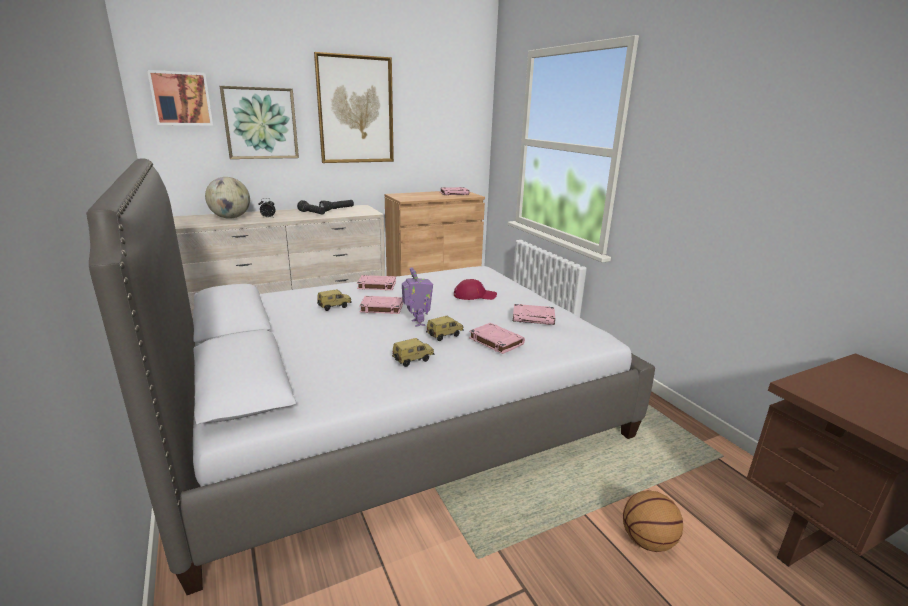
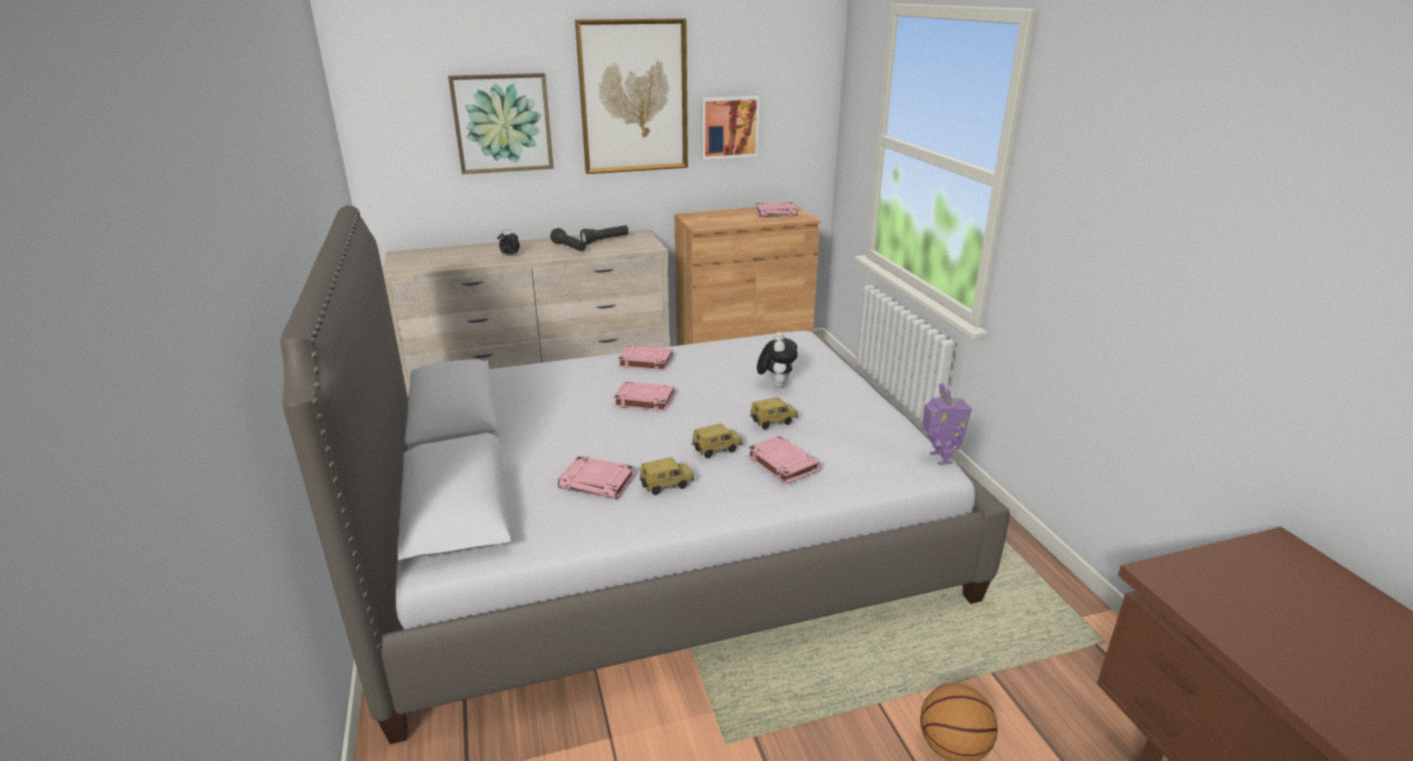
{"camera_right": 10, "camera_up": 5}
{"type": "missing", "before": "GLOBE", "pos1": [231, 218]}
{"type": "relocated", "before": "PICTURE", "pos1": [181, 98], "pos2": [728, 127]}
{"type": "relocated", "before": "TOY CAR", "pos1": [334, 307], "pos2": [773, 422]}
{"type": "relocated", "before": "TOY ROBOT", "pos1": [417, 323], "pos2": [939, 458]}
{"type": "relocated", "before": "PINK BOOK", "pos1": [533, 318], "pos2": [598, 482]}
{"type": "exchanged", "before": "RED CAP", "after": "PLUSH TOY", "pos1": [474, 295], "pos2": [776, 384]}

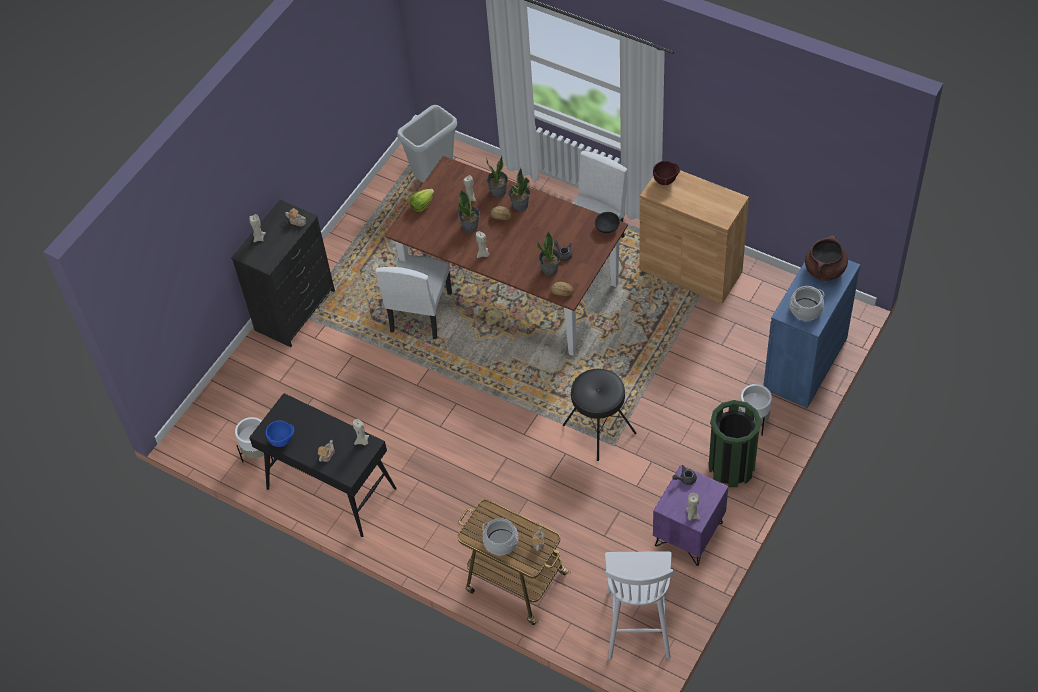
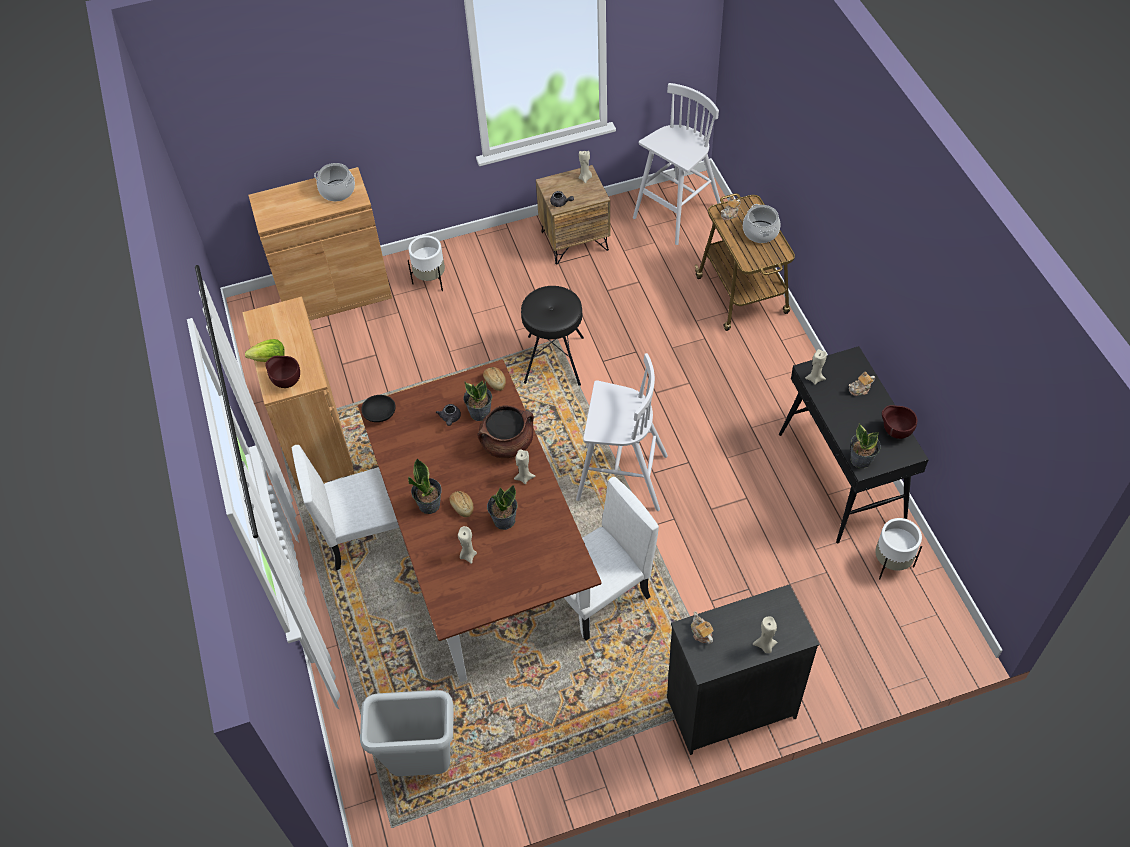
{"camera_right": -140, "camera_up": 0}
{"type": "missing", "before": "GREEN TRASH CAN", "pos1": [731, 467]}
{"type": "appeared", "after": "WHITE STOOL", "pos2": [620, 477]}
{"type": "relocated", "before": "LETTUCE", "pos1": [422, 205], "pos2": [269, 359]}
{"type": "relocated", "before": "POTTED PLANT", "pos1": [498, 192], "pos2": [861, 459]}
{"type": "relocated", "before": "BROWN COOKING POT", "pos1": [825, 270], "pos2": [507, 443]}
{"type": "colour", "before": "BLUE BOWL", "after": "BROWN BOWL", "pos1": [283, 441], "pos2": [895, 431]}
{"type": "colour", "before": "PURPLE NIGHTSTAND", "after": "BROWN NIGHTSTAND", "pos1": [689, 534], "pos2": [574, 240]}
{"type": "colour", "before": "BLUE CABINET", "after": "BROWN CABINET", "pos1": [805, 363], "pos2": [335, 293]}

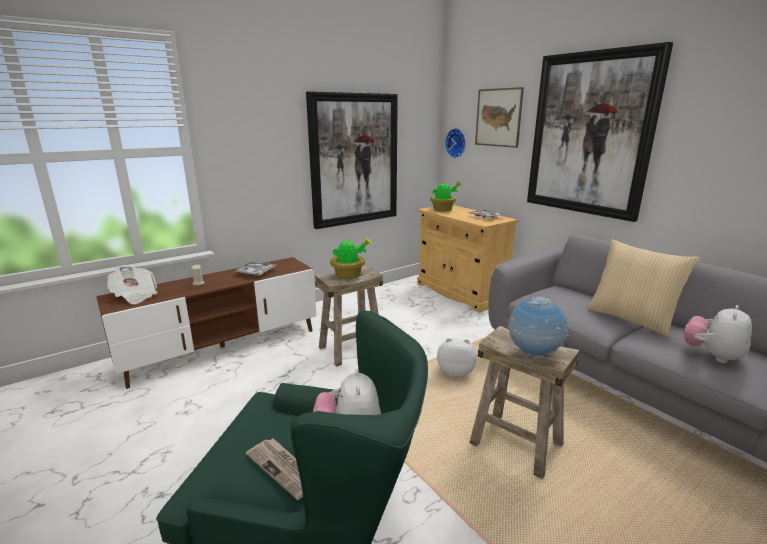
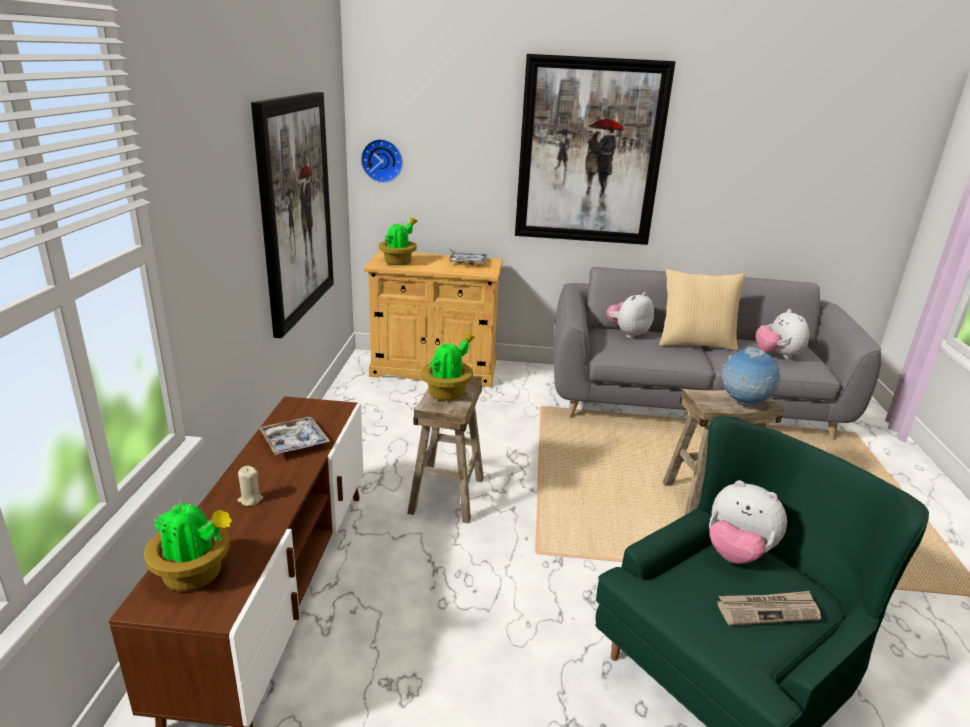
{"camera_right": -50, "camera_up": 5}
{"type": "missing", "before": "PICTURE", "pos1": [498, 117]}
{"type": "relocated", "before": "PLUSH TOY", "pos1": [455, 372], "pos2": [628, 333]}
{"type": "exchanged", "before": "NEWSPAPER", "after": "POTTED PLANT", "pos1": [135, 296], "pos2": [195, 574]}

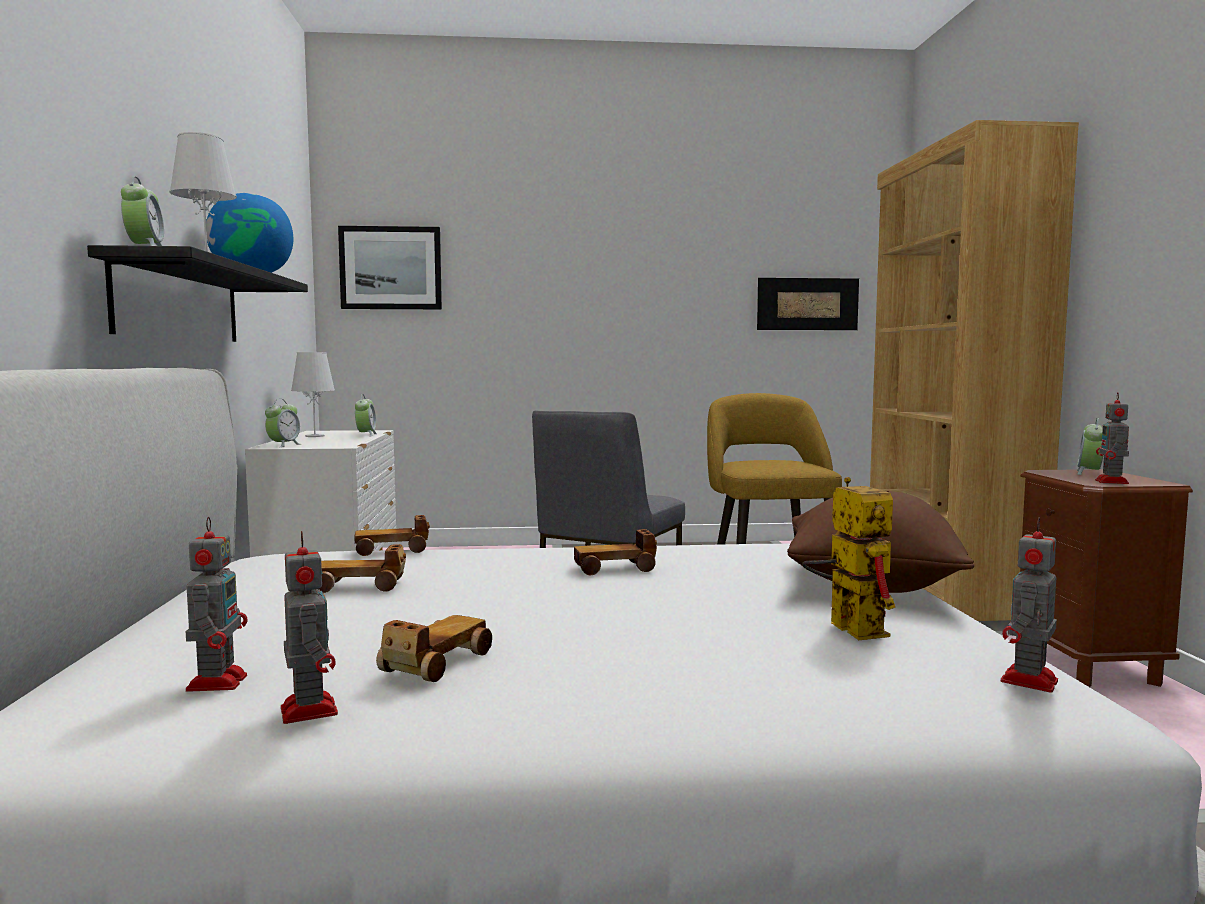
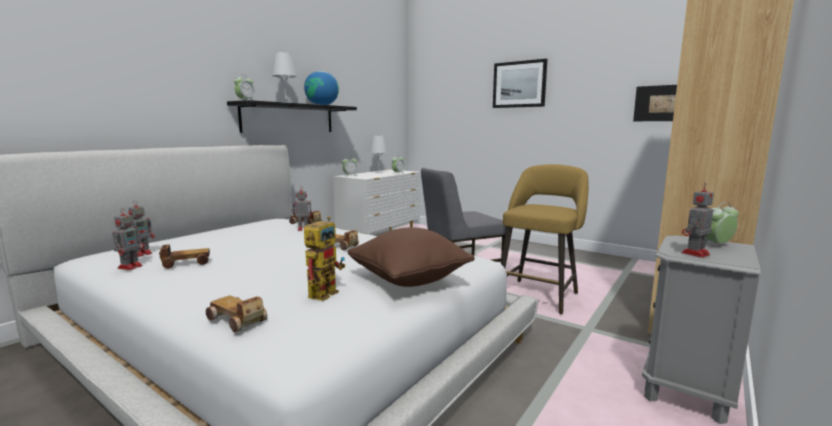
{"camera_right": 40, "camera_up": 5}
{"type": "relocated", "before": "TOY CAR", "pos1": [361, 586], "pos2": [237, 321]}
{"type": "relocated", "before": "PICTURE", "pos1": [391, 268], "pos2": [519, 84]}
{"type": "relocated", "before": "TOY ROBOT", "pos1": [1028, 682], "pos2": [302, 229]}
{"type": "colour", "before": "BROWN NIGHTSTAND", "after": "GREY NIGHTSTAND", "pos1": [1087, 665], "pos2": [688, 389]}

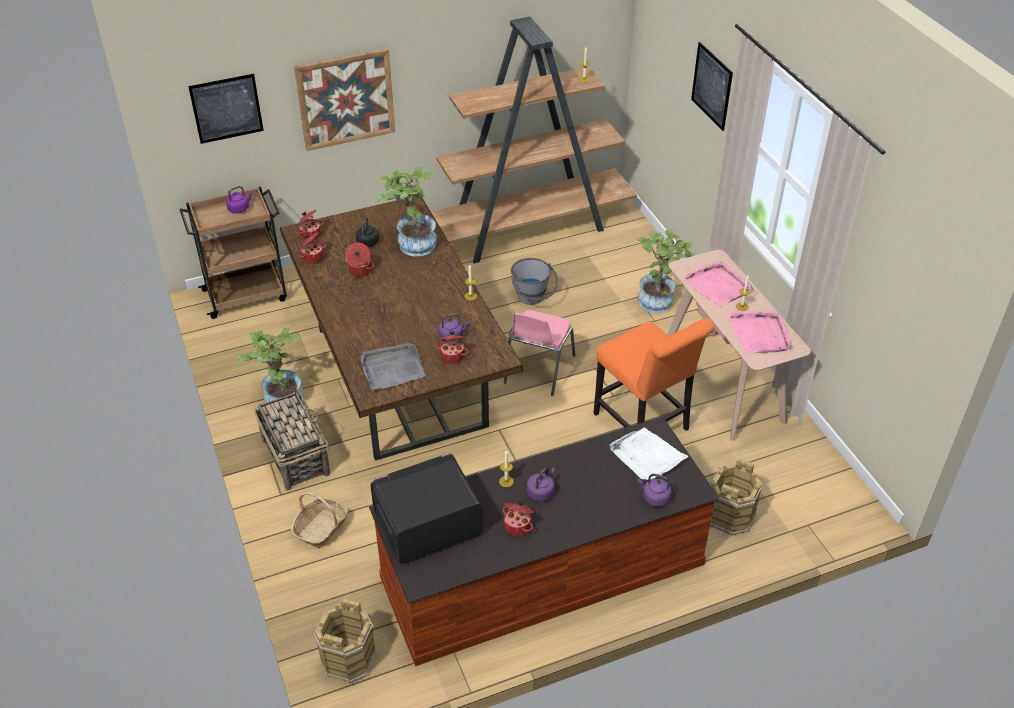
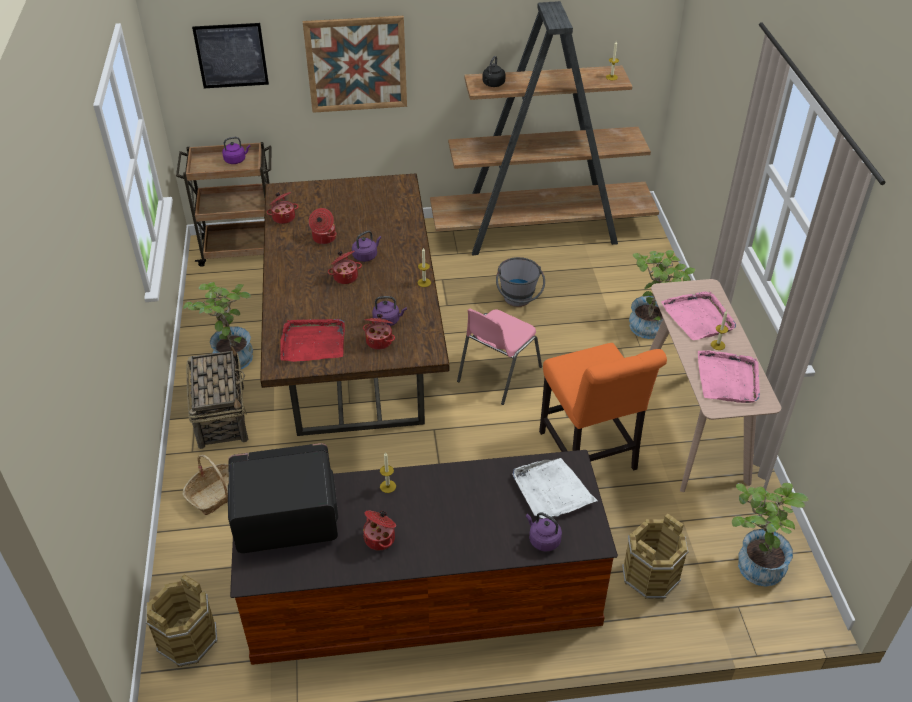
{"camera_right": 15, "camera_up": 0}
{"type": "missing", "before": "PICTURE", "pos1": [712, 86]}
{"type": "relocated", "before": "COOKING POT", "pos1": [310, 234], "pos2": [345, 277]}
{"type": "relocated", "before": "BLACK KETTLE", "pos1": [367, 243], "pos2": [493, 84]}
{"type": "relocated", "before": "POTTED PLANT", "pos1": [411, 243], "pos2": [753, 563]}
{"type": "relocated", "before": "PURPLE KETTLE", "pos1": [541, 492], "pos2": [366, 256]}
{"type": "colour", "before": "GREY TRAY", "after": "RED TRAY", "pos1": [392, 368], "pos2": [312, 342]}

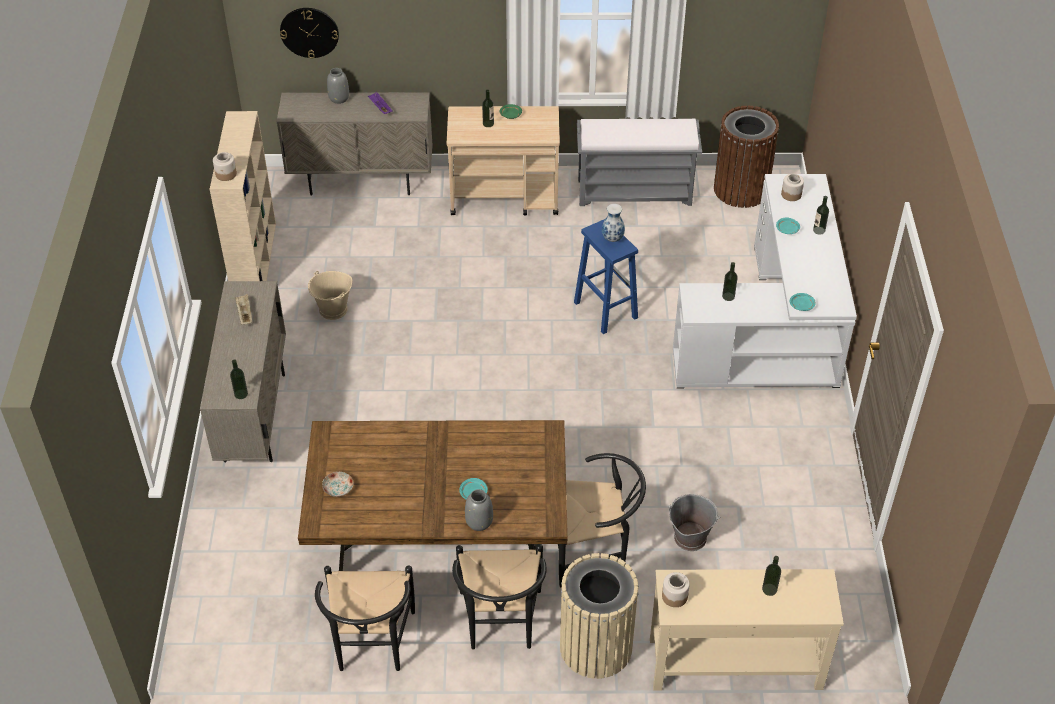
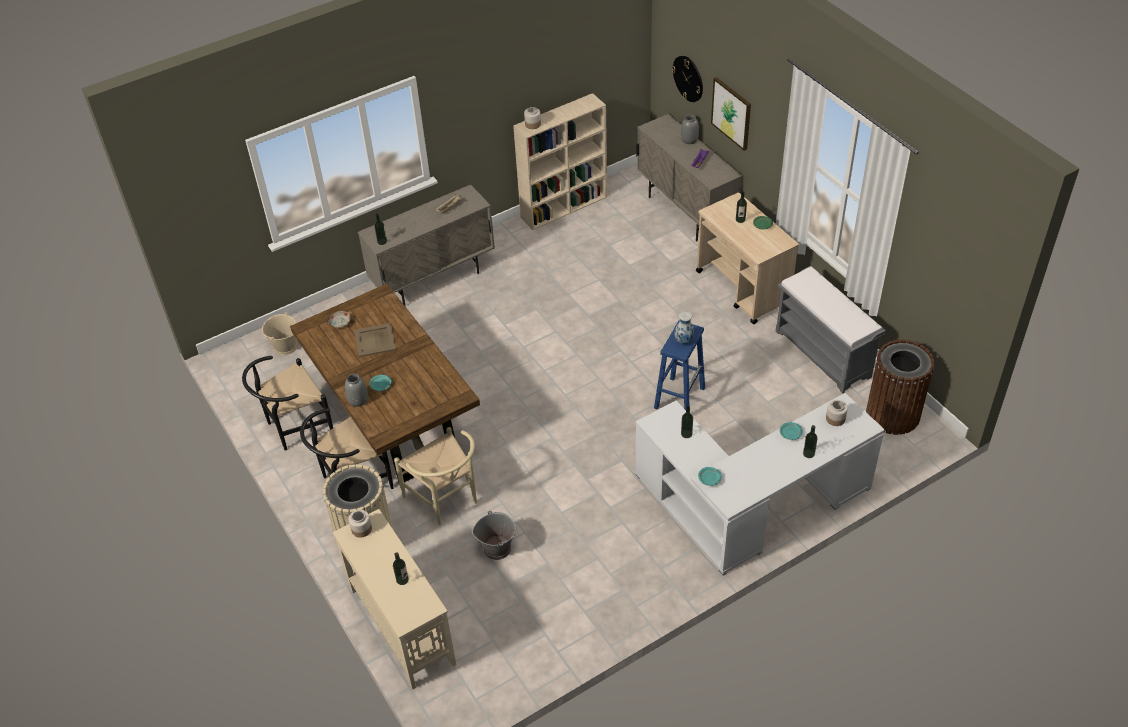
{"camera_right": 60, "camera_up": 0}
{"type": "appeared", "after": "BEIGE TRAY", "pos2": [375, 340]}
{"type": "appeared", "after": "PICTURE", "pos2": [731, 113]}
{"type": "relocated", "before": "BEIGE BUCKET", "pos1": [333, 310], "pos2": [285, 347]}
{"type": "colour", "before": "BLACK CHAIR", "after": "BEIGE CHAIR", "pos1": [594, 551], "pos2": [446, 500]}

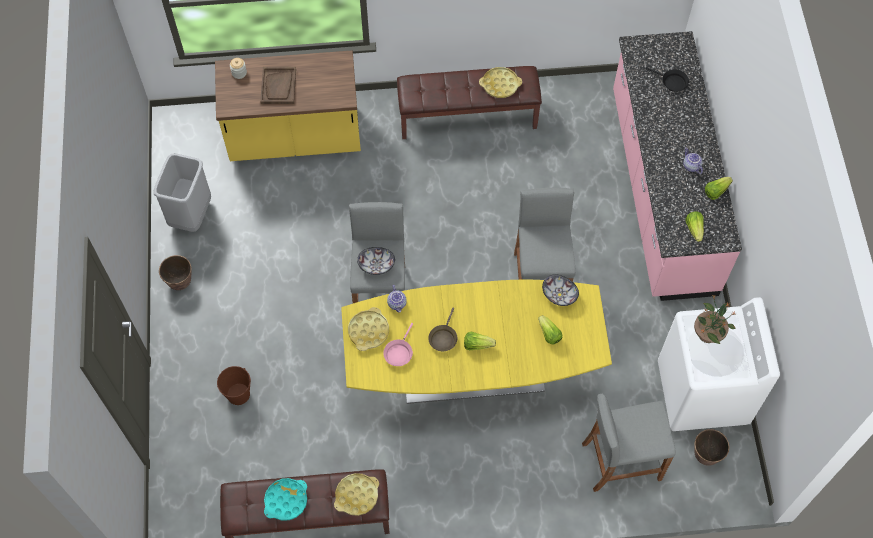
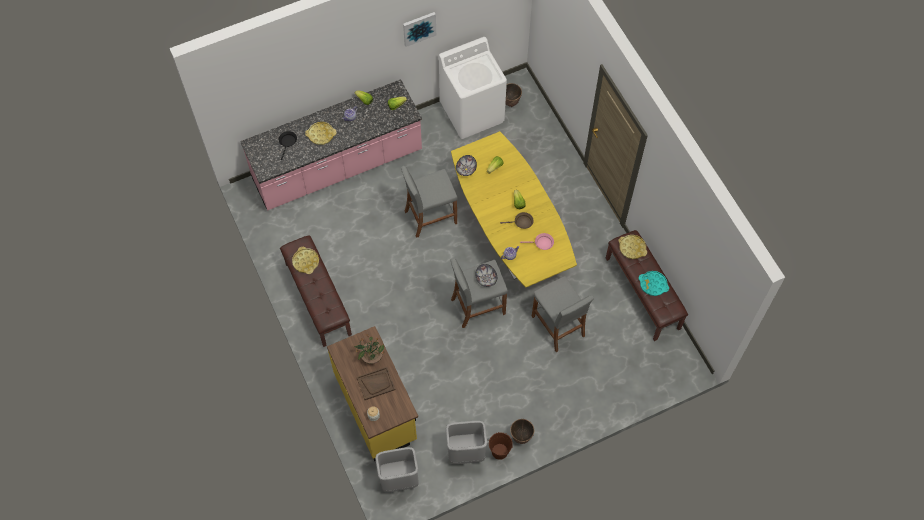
{"camera_right": -110, "camera_up": 0}
{"type": "appeared", "after": "GREY TRASH CAN", "pos2": [399, 480]}
{"type": "appeared", "after": "PICTURE", "pos2": [419, 28]}
{"type": "relocated", "before": "BROWN BUCKET", "pos1": [238, 394], "pos2": [499, 451]}
{"type": "relocated", "before": "YELLOW TRAY", "pos1": [368, 331], "pos2": [321, 134]}
{"type": "relocated", "before": "GREY STOOL", "pos1": [620, 461], "pos2": [558, 326]}
{"type": "relocated", "before": "POTTED PLANT", "pos1": [708, 333], "pos2": [371, 357]}

